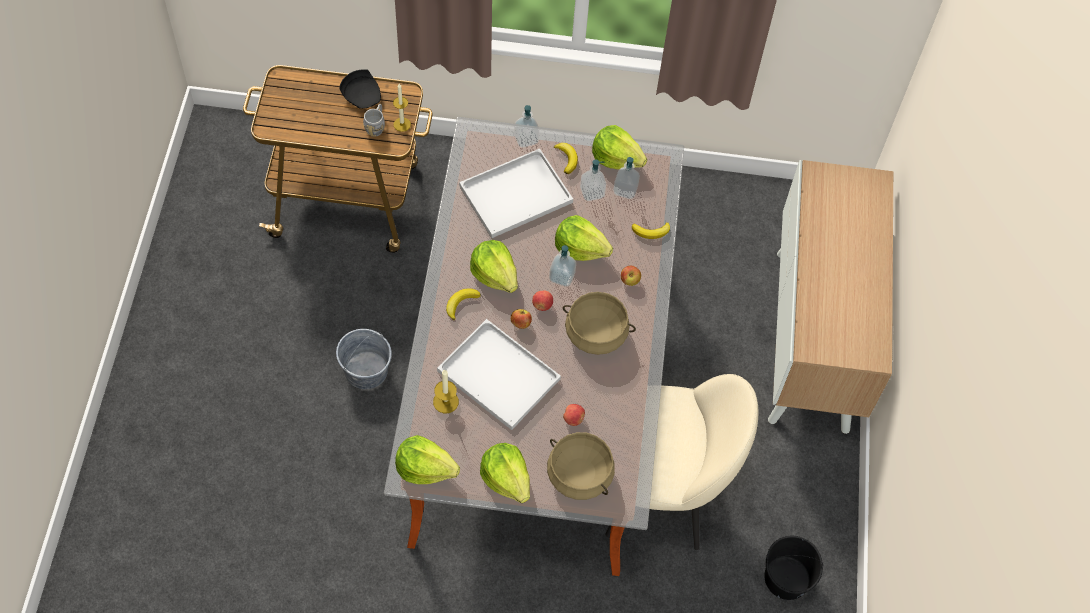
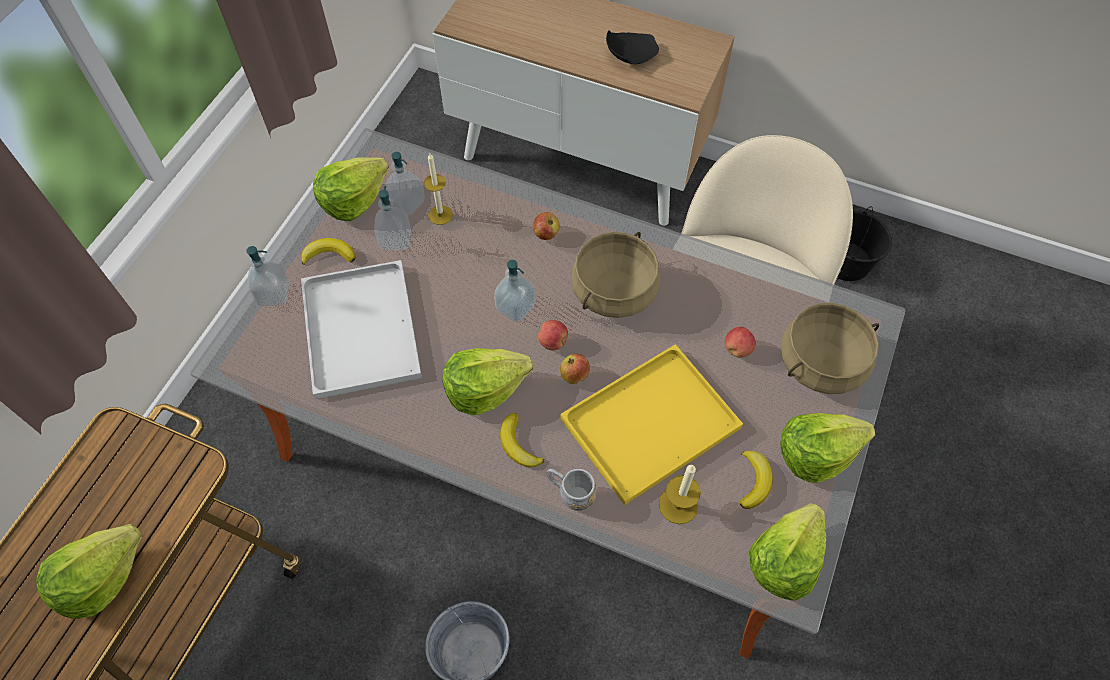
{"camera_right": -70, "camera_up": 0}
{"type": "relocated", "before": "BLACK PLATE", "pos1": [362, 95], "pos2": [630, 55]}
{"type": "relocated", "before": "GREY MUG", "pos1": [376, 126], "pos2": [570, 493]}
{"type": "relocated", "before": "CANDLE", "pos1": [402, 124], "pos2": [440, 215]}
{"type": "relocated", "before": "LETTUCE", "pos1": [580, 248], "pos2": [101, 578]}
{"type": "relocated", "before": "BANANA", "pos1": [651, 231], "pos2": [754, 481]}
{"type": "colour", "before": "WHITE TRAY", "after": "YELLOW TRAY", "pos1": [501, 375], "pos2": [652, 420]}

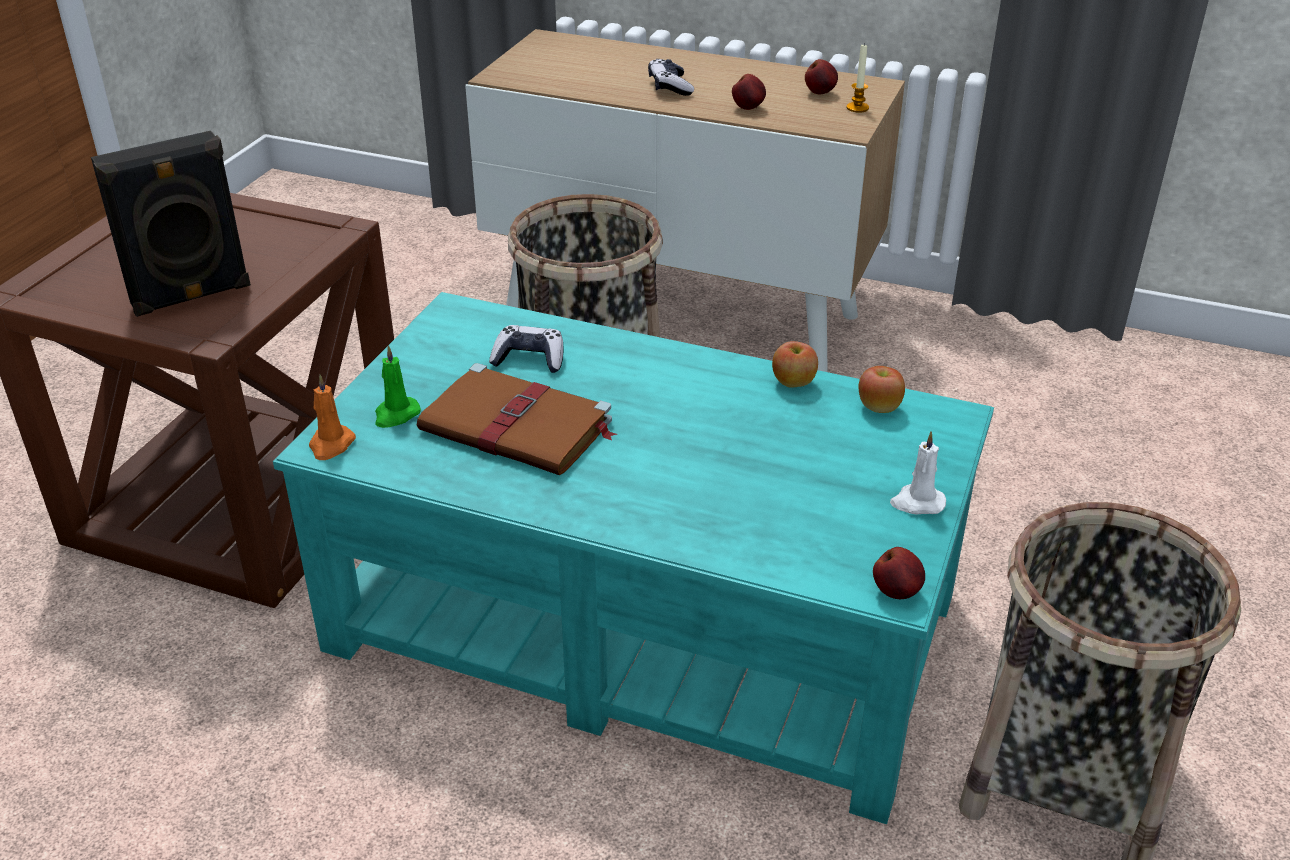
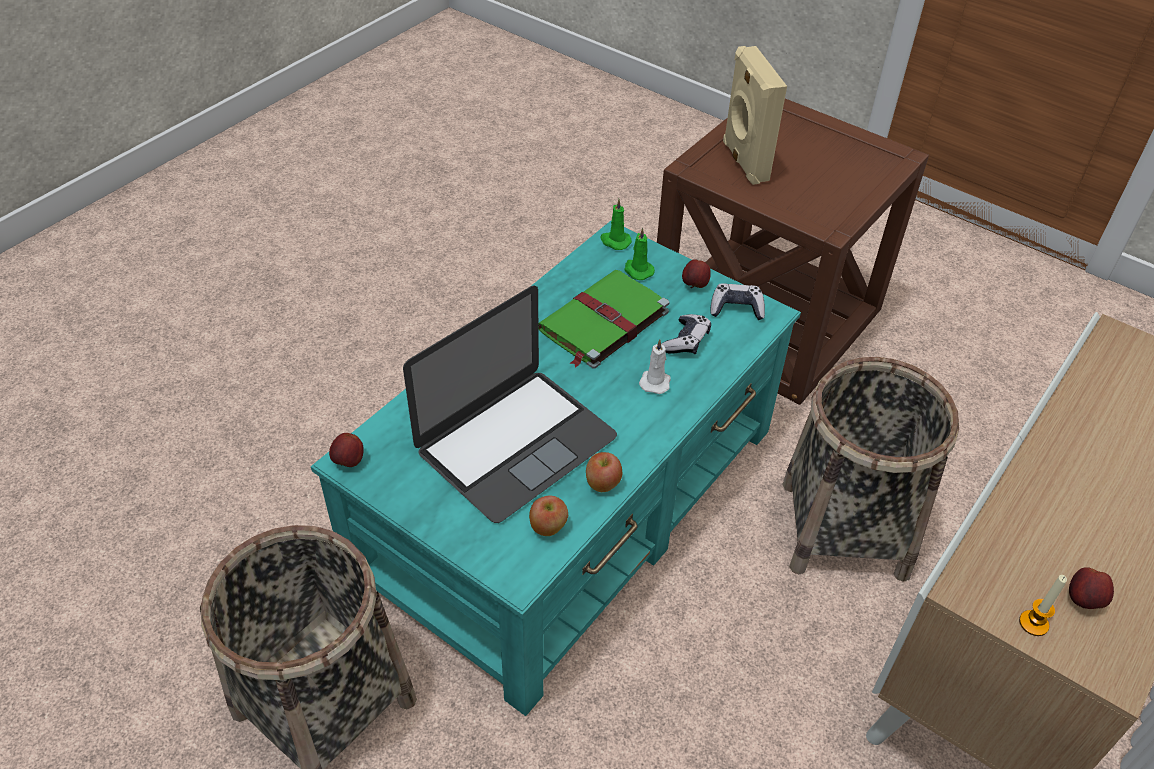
{"camera_right": 105, "camera_up": 10}
{"type": "appeared", "after": "LAPTOP", "pos2": [516, 443]}
{"type": "relocated", "before": "GAME CONTROLLER", "pos1": [670, 87], "pos2": [736, 308]}
{"type": "relocated", "before": "APPLE", "pos1": [748, 108], "pos2": [695, 285]}
{"type": "relocated", "before": "WHITE CANDLE", "pos1": [917, 502], "pos2": [655, 381]}
{"type": "colour", "before": "BLACK SPEAKER", "after": "BEIGE SPEAKER", "pos1": [192, 297], "pos2": [743, 161]}
{"type": "colour", "before": "ORANGE CANDLE", "after": "GREEN CANDLE", "pos1": [331, 445], "pos2": [615, 241]}
{"type": "colour", "before": "BROWN BOOK", "after": "GREEN BOOK", "pos1": [519, 427], "pos2": [602, 322]}

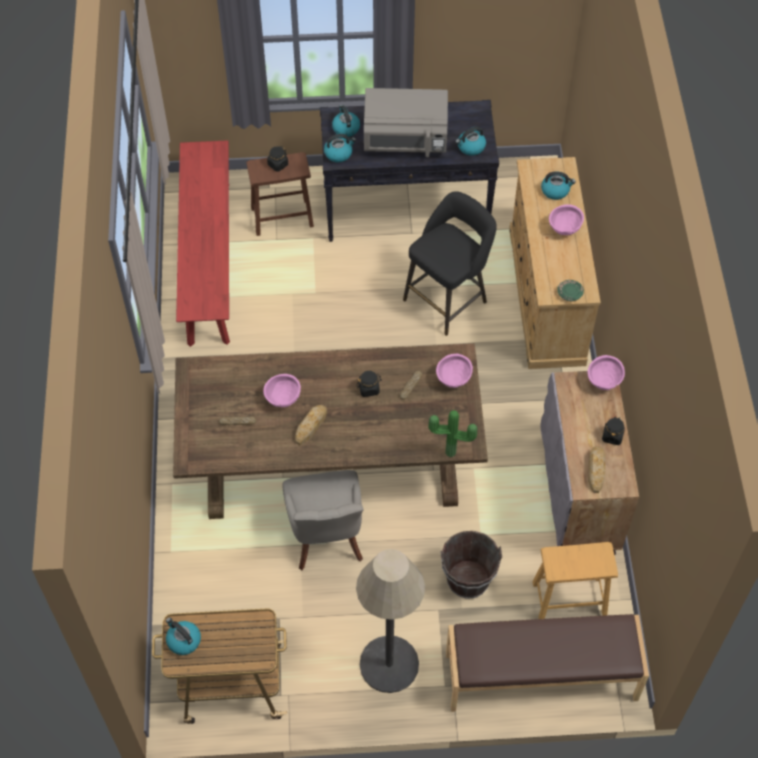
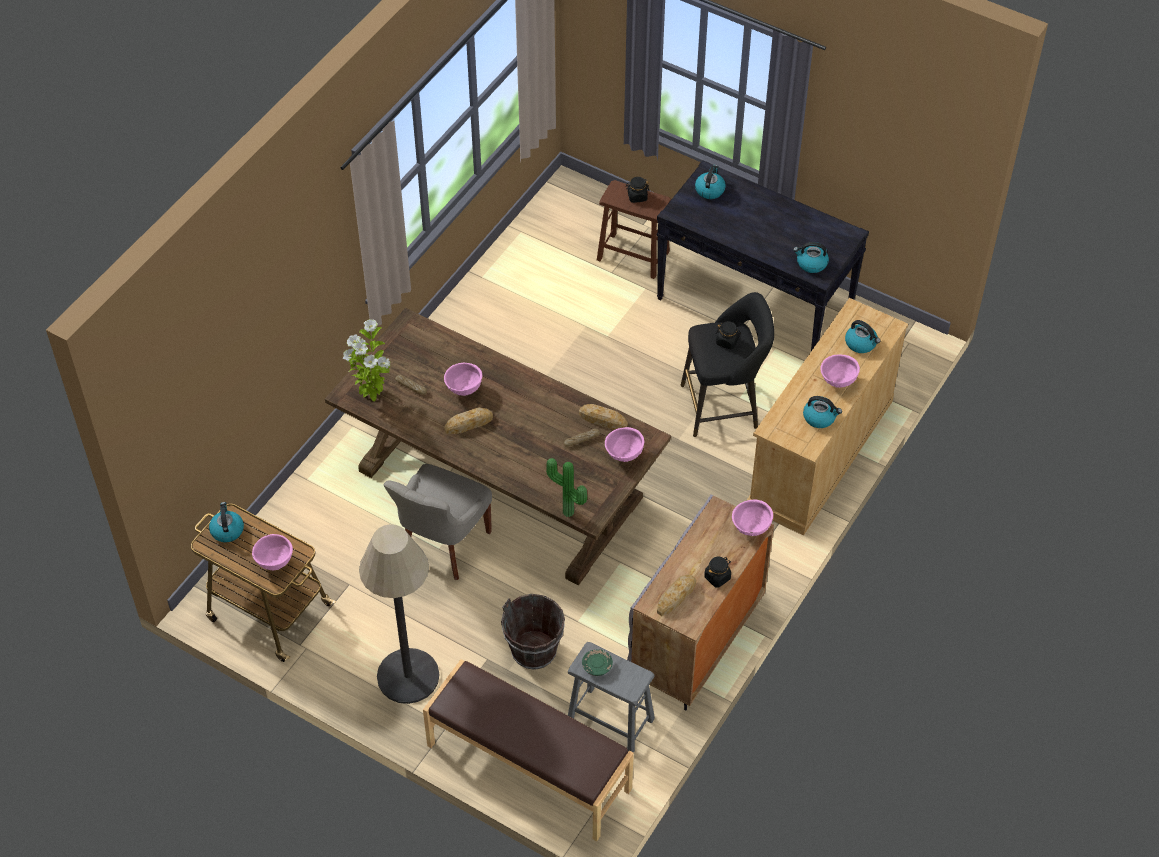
{"camera_right": 35, "camera_up": -5}
{"type": "missing", "before": "RED BENCH", "pos1": [209, 261]}
{"type": "missing", "before": "GREY MICROWAVE", "pos1": [405, 140]}
{"type": "appeared", "after": "PINK BOWL", "pos2": [275, 562]}
{"type": "appeared", "after": "POTTED PLANT", "pos2": [372, 395]}
{"type": "appeared", "after": "BREAD", "pos2": [603, 420]}
{"type": "relocated", "before": "KETTLE", "pos1": [338, 153], "pos2": [820, 417]}
{"type": "relocated", "before": "BLACK JAR", "pos1": [369, 389], "pos2": [727, 341]}
{"type": "relocated", "before": "GREEN PLATE", "pos1": [569, 293], "pos2": [597, 666]}
{"type": "colour", "before": "BROWN STOOL", "after": "GREY STOOL", "pos1": [569, 598], "pos2": [610, 720]}

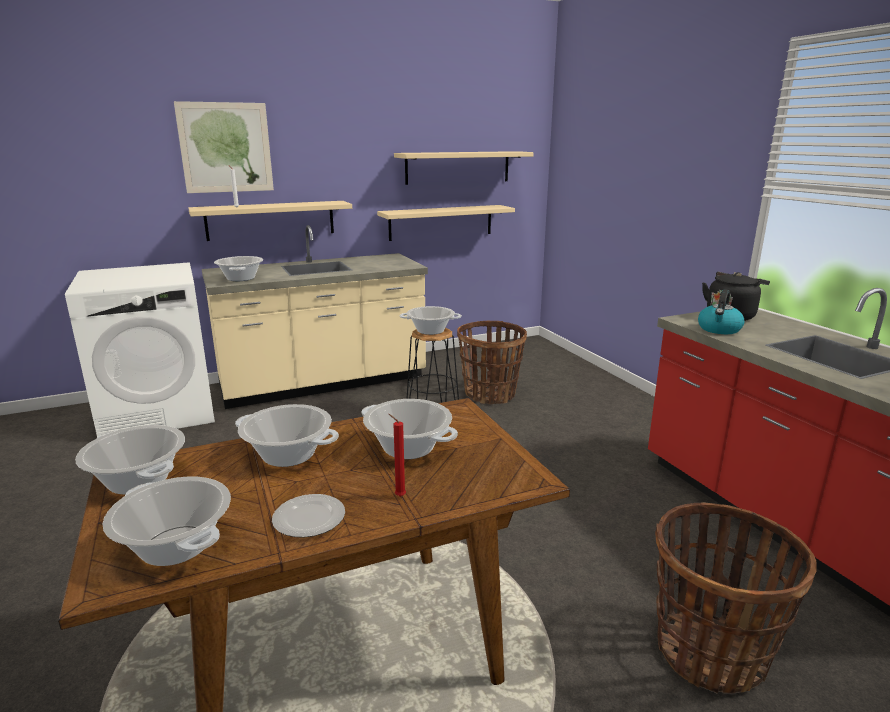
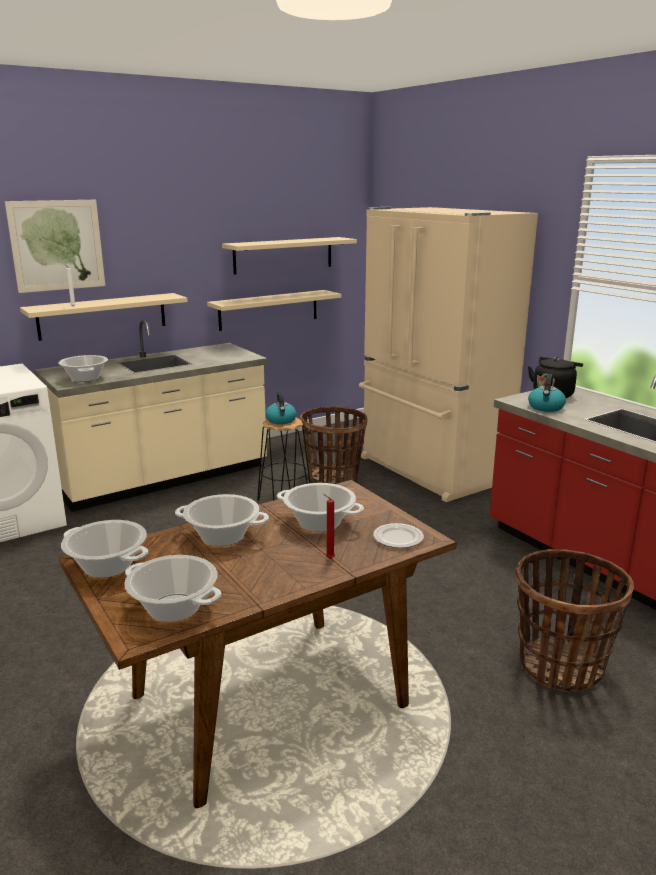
{"camera_right": -10, "camera_up": 0}
{"type": "appeared", "after": "BEIGE FRIDGE", "pos2": [430, 470]}
{"type": "relocated", "before": "PLATE", "pos1": [308, 519], "pos2": [397, 538]}
{"type": "exchanged", "before": "COOKING POT", "after": "KETTLE", "pos1": [430, 330], "pos2": [281, 420]}

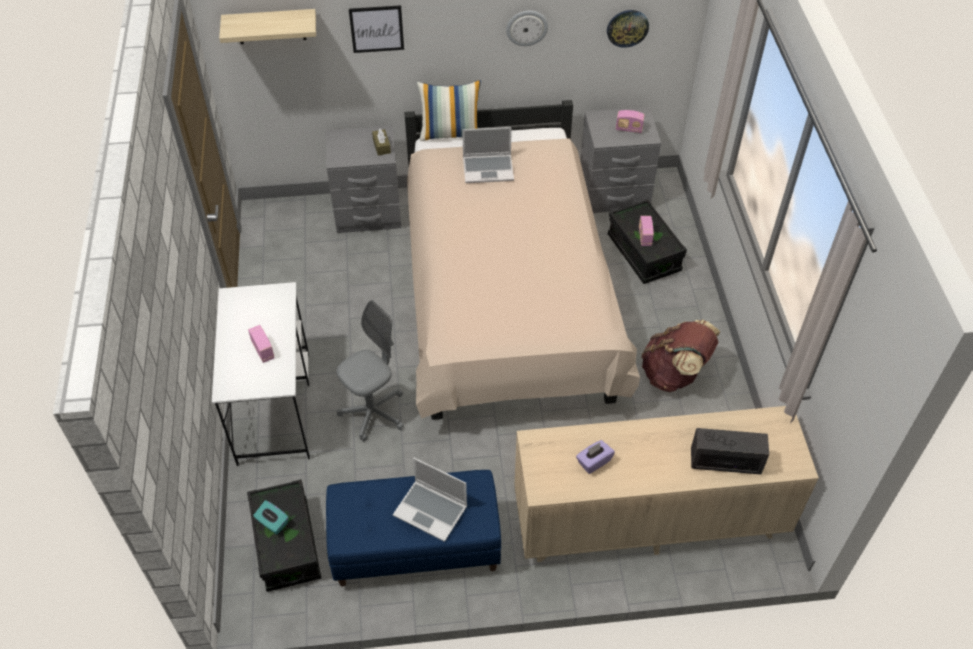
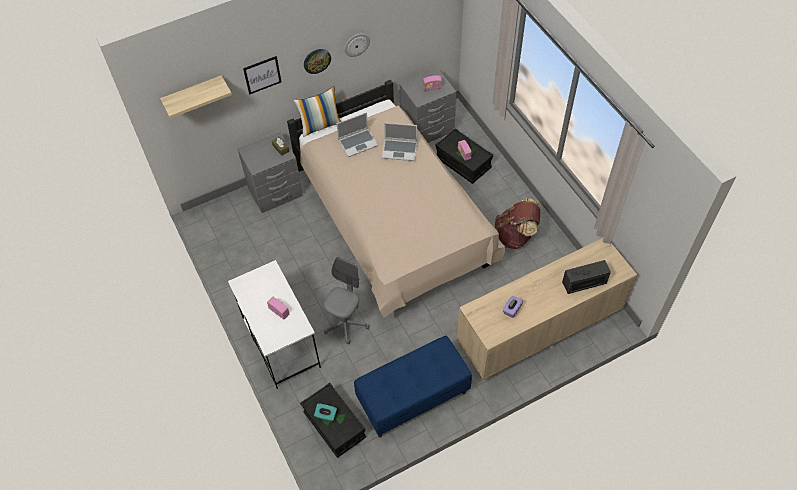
{"camera_right": -20, "camera_up": 5}
{"type": "relocated", "before": "LAPTOP", "pos1": [431, 511], "pos2": [400, 150]}
{"type": "relocated", "before": "WALL CLOCK", "pos1": [627, 28], "pos2": [317, 60]}

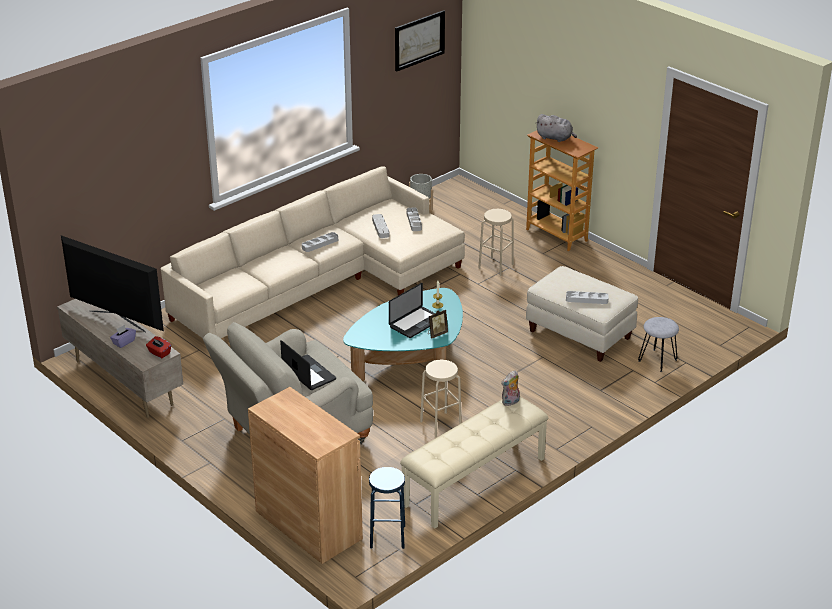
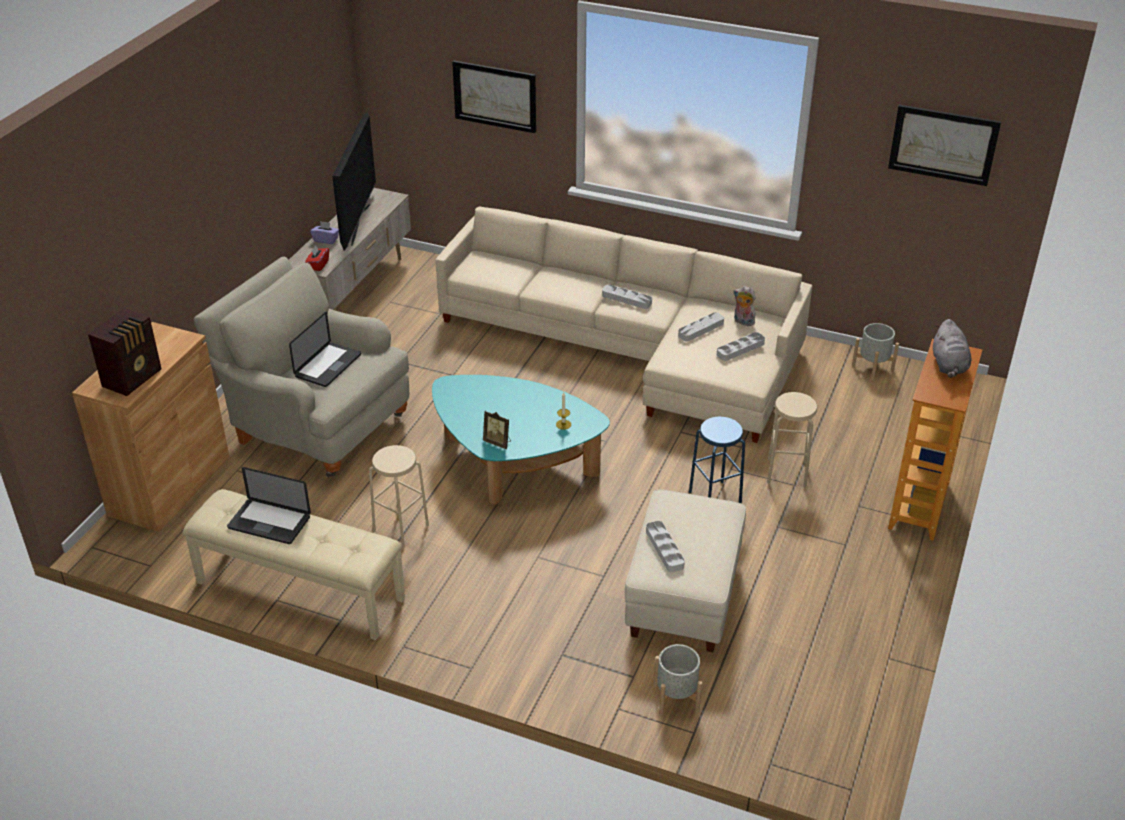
{"camera_right": 65, "camera_up": 5}
{"type": "appeared", "after": "RADIO", "pos2": [134, 378]}
{"type": "appeared", "after": "PICTURE", "pos2": [495, 96]}
{"type": "relocated", "before": "BLUE STOOL", "pos1": [387, 537], "pos2": [715, 498]}
{"type": "relocated", "before": "LAPTOP", "pos1": [415, 323], "pos2": [269, 522]}
{"type": "relocated", "before": "PLUSH TOY", "pos1": [510, 402], "pos2": [742, 322]}
{"type": "exchanged", "before": "GREY STOOL", "after": "GREY PLANTER", "pos1": [657, 360], "pos2": [676, 698]}

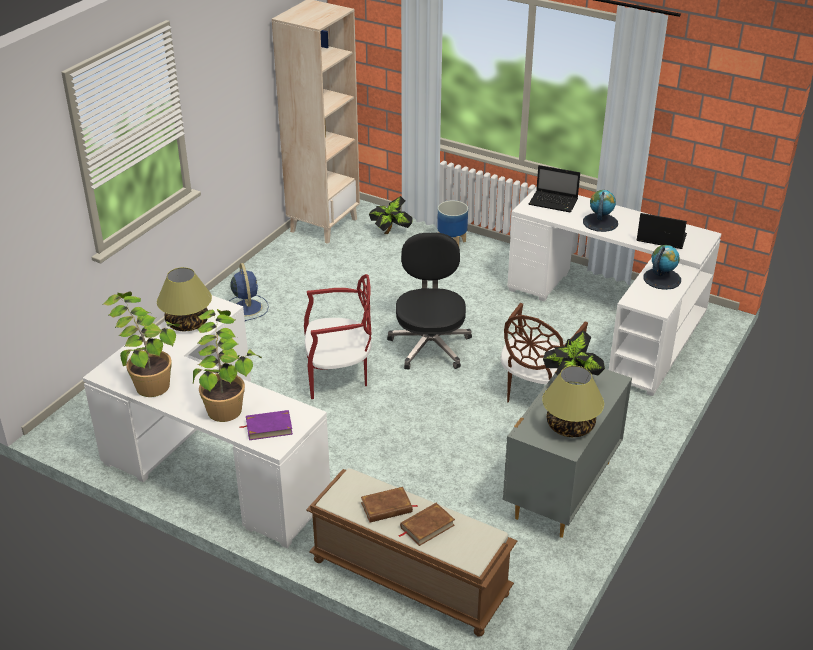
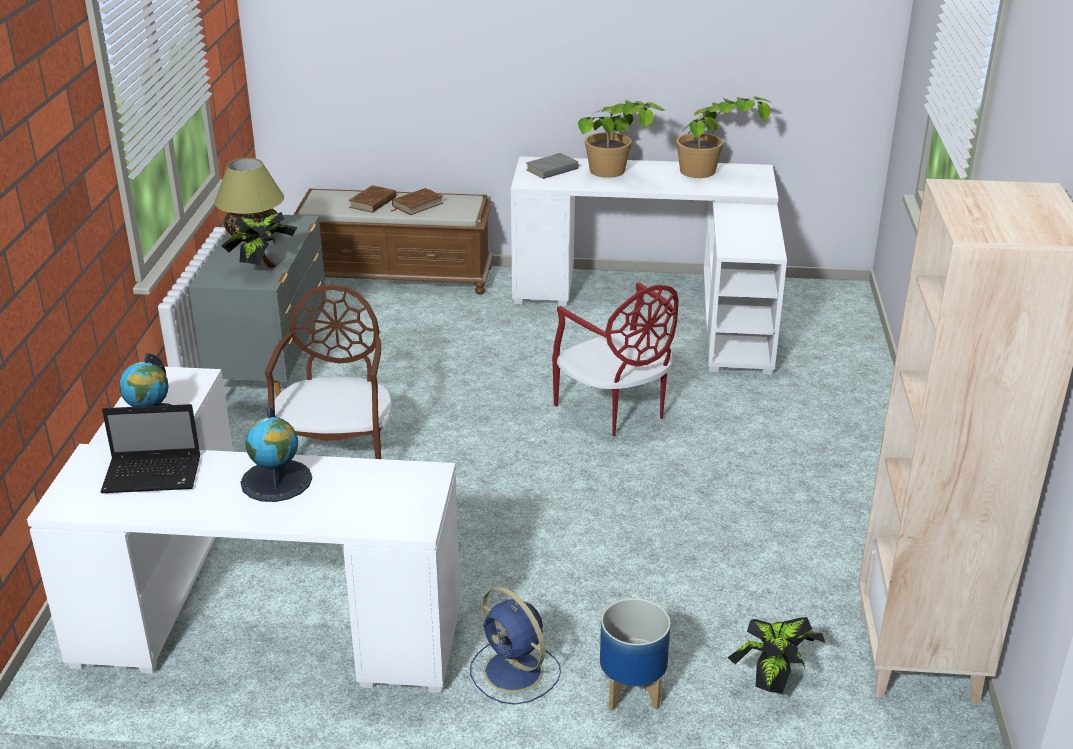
{"camera_right": 155, "camera_up": -5}
{"type": "missing", "before": "TABLE LAMP", "pos1": [188, 323]}
{"type": "missing", "before": "BLACK OFFICE CHAIR", "pos1": [430, 345]}
{"type": "missing", "before": "LAPTOP", "pos1": [554, 202]}
{"type": "relocated", "before": "BLUE FAN", "pos1": [247, 307], "pos2": [515, 672]}
{"type": "colour", "before": "PURPLE BOOK", "after": "GREY BOOK", "pos1": [269, 427], "pos2": [552, 169]}
{"type": "spun", "before": "RED CHAIR", "pos1": [338, 375], "pos2": [616, 410], "turn": -90}

